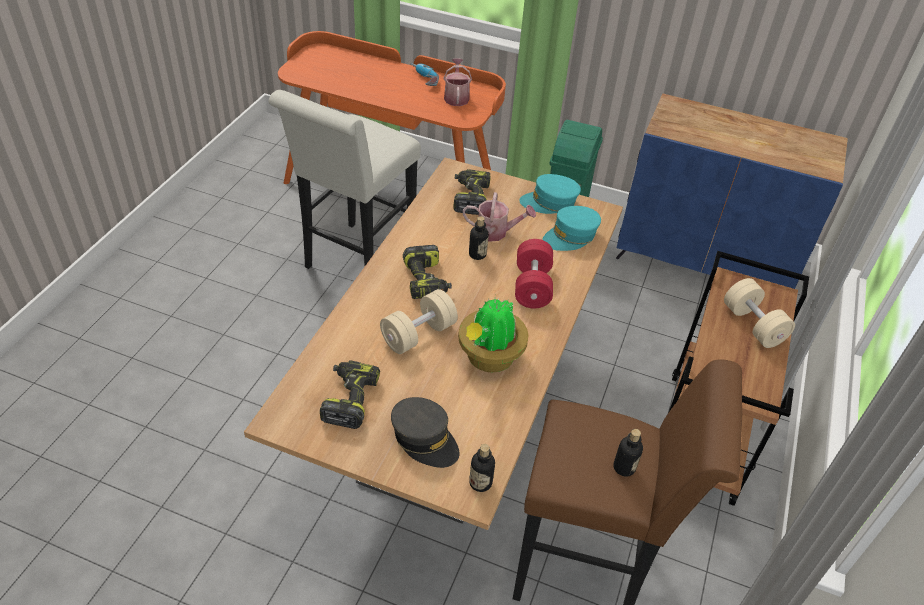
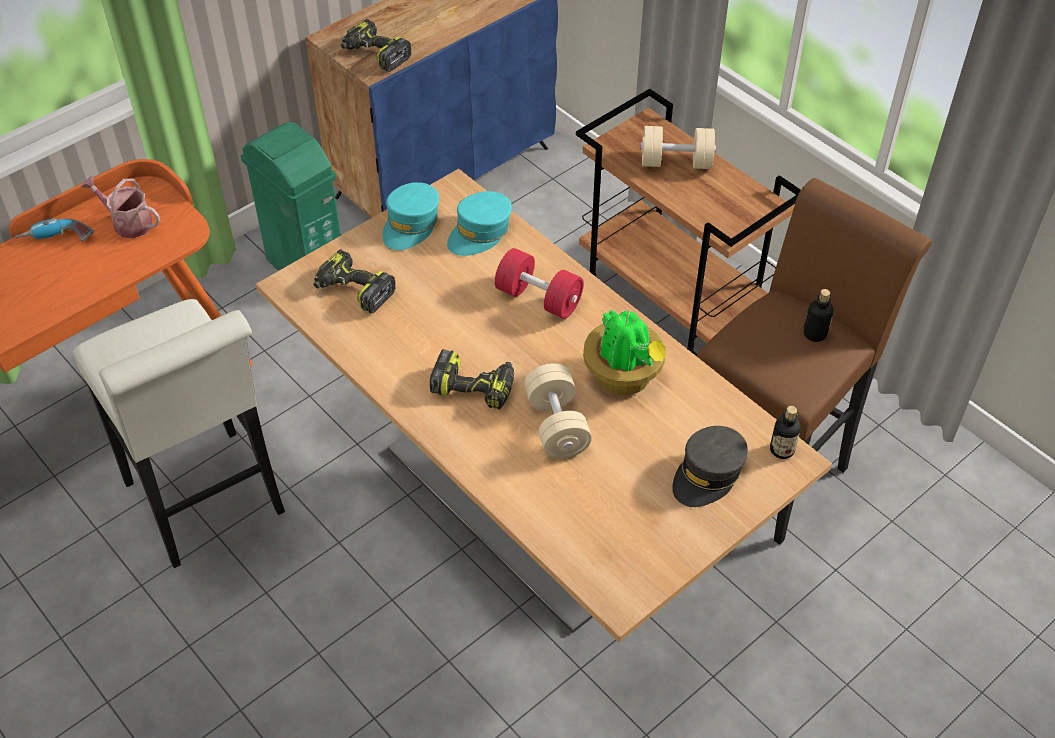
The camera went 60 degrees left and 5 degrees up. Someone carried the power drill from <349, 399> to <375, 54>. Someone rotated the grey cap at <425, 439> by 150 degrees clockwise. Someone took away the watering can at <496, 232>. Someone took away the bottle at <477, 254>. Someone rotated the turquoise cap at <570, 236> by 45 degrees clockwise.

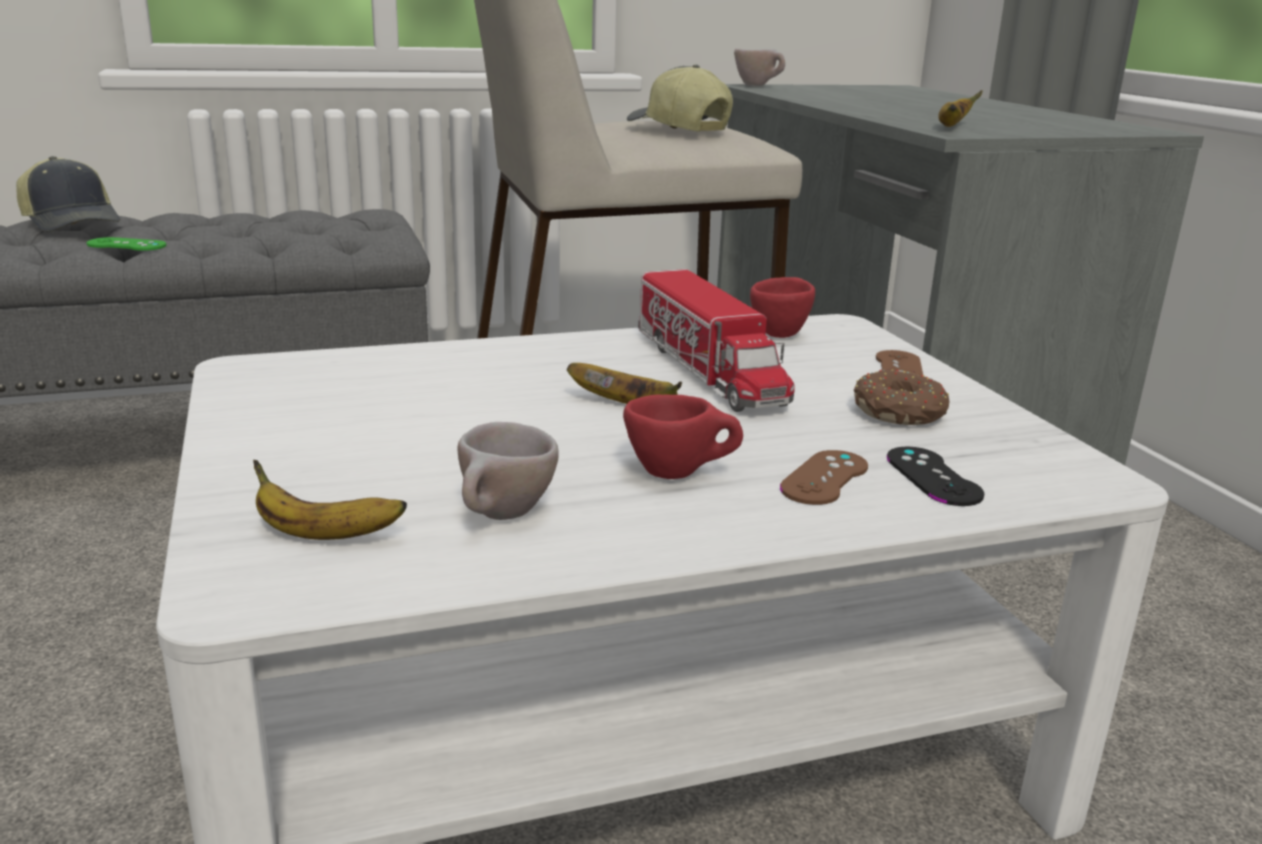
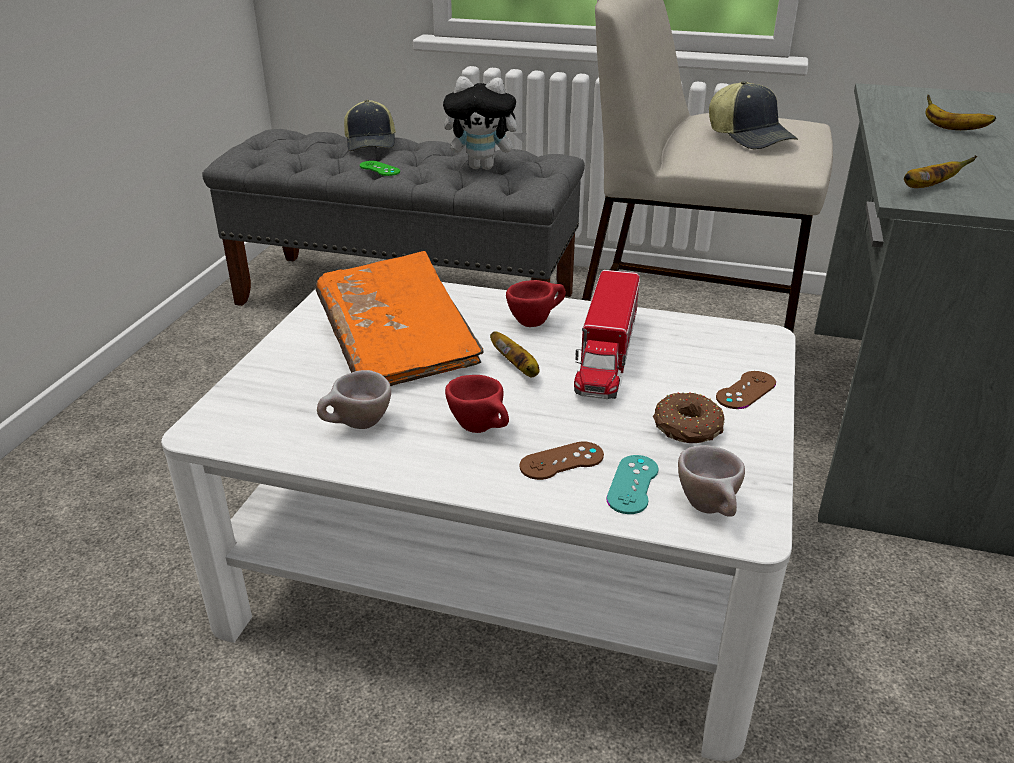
The camera went 35 degrees right and 10 degrees up. Someone carried the banana from <323, 535> to <951, 129>. Someone rotated the cap at <677, 129> by 150 degrees clockwise. Someone carried the beige cup from <759, 86> to <711, 509>. Someone carried the red cup from <781, 332> to <536, 321>. Someone repainted the black game controller at <933, 476>, which became the turquoise game controller at <632, 484>. Someone put down the orange book at <398, 345>. Someone put down the plush toy at <484, 167>.

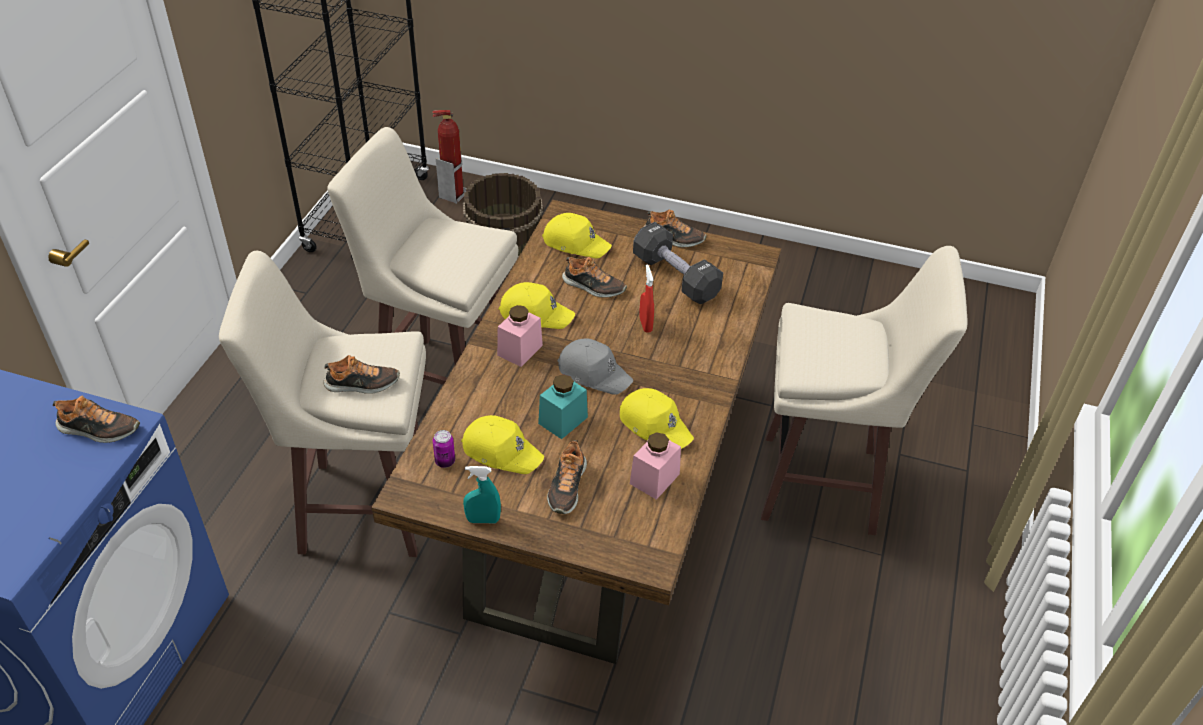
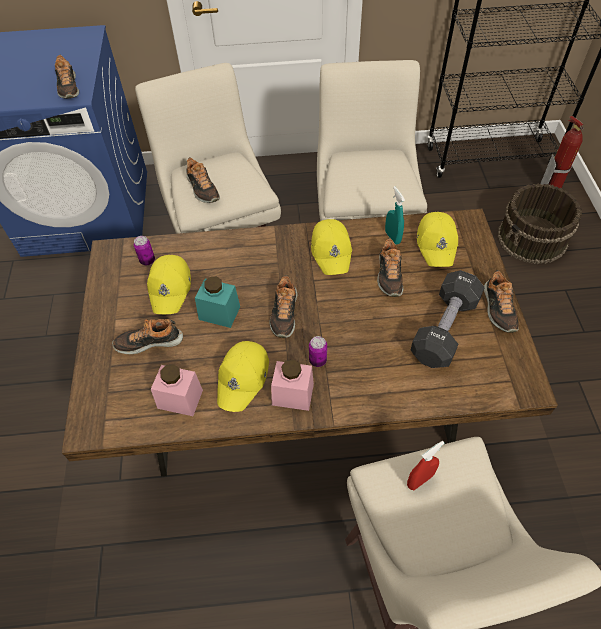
The camera went 70 degrees right and 10 degrees up. Someone carried the turquoise spray bottle from <483, 520> to <392, 237>. Someone carried the pink jar from <520, 350> to <292, 394>. Someone swapped the grey cap at <594, 372> for the shoe at <284, 313>. Someone carried the red spray bottle from <645, 324> to <420, 480>. Someone put down the can at <317, 360>.

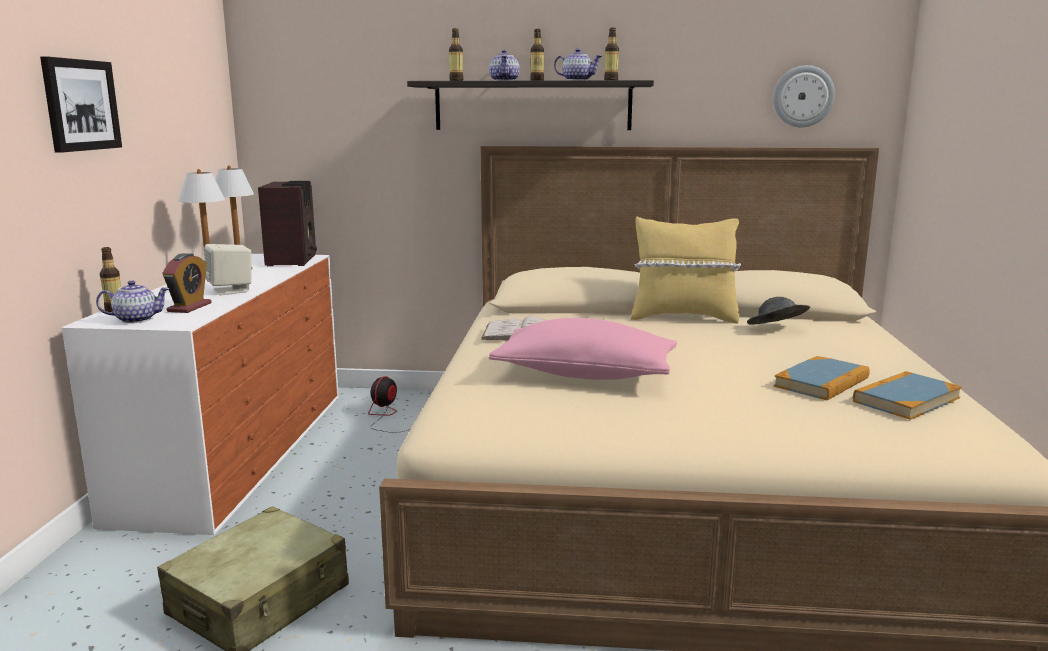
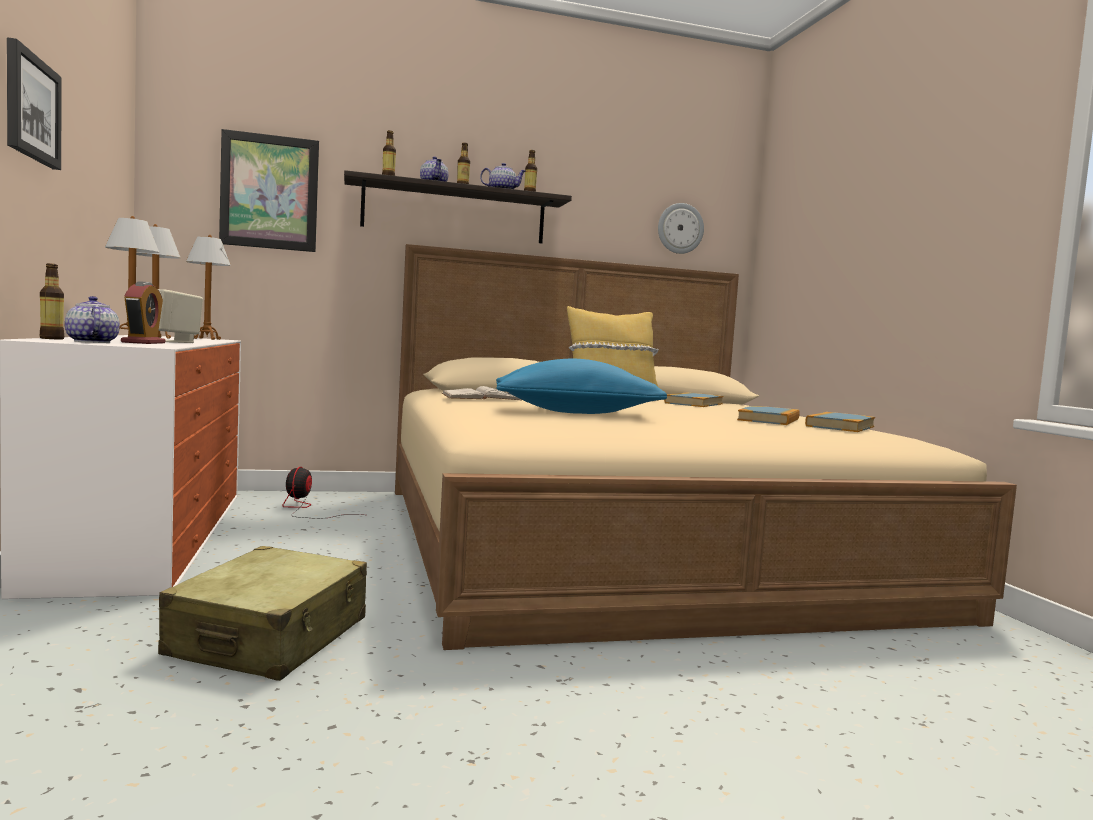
The camera went 20 degrees left and 10 degrees down. Someone rotated the teapot at <136, 319> by 90 degrees counterclockwise. Someone swapped the radio at <293, 260> for the table lamp at <206, 339>. Someone repainted the pink pillow at <585, 375>, which became the blue pillow at <575, 412>. Someone swapped the grey hat at <776, 330> for the book at <693, 403>. Someone put up the picture at <269, 192>.

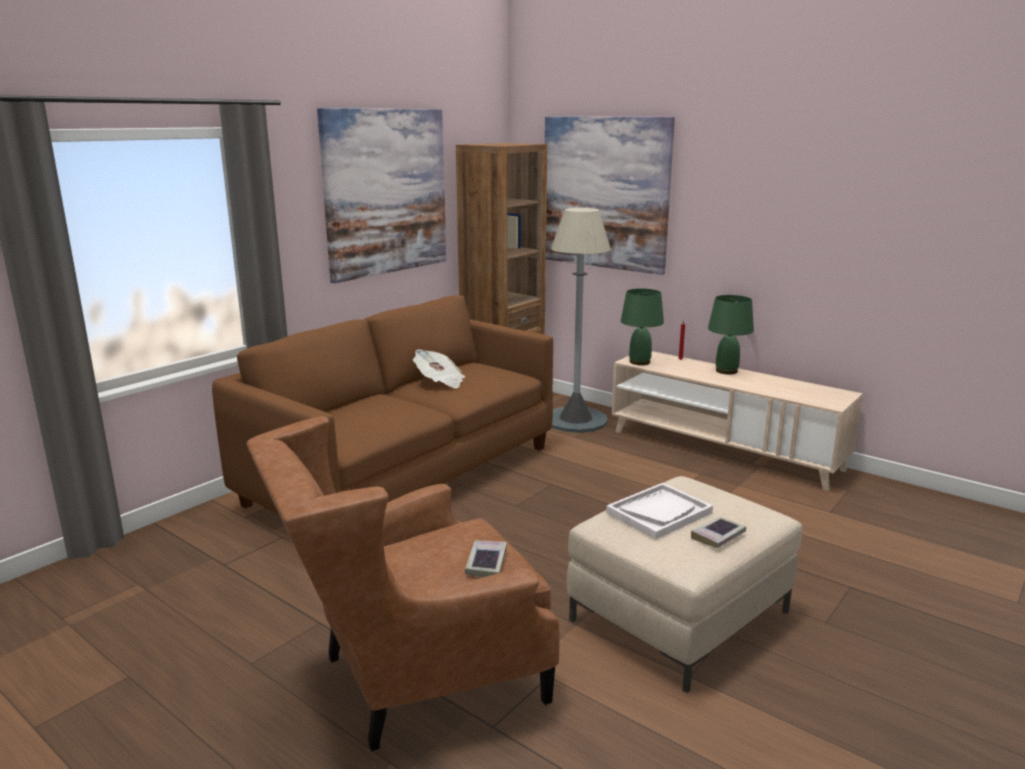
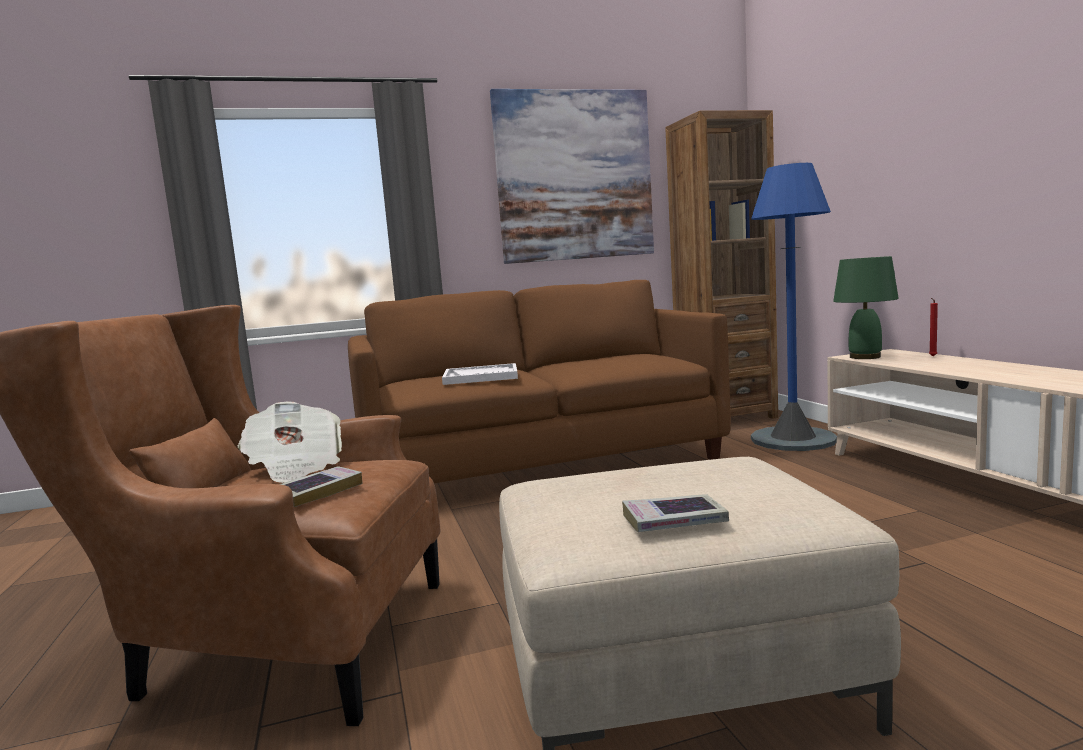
The camera went 35 degrees right and 10 degrees down. Someone carried the newspaper from <440, 382> to <295, 467>. Someone took away the picture at <605, 193>. Someone repainted the grey floor lamp at <575, 420>, which became the blue floor lamp at <793, 439>. Someone carried the white tray from <659, 513> to <481, 377>. Someone took away the green table lamp at <726, 371>.

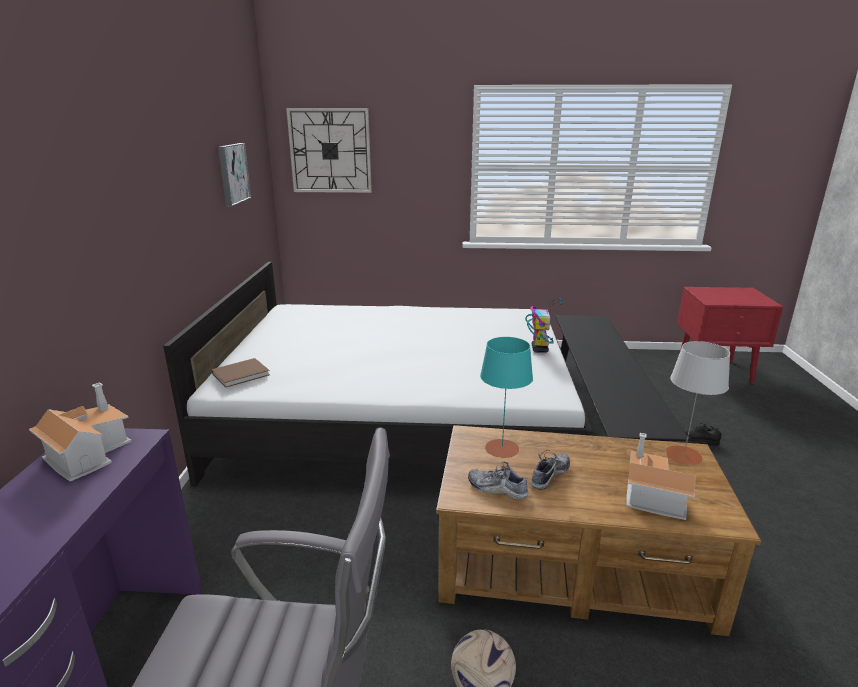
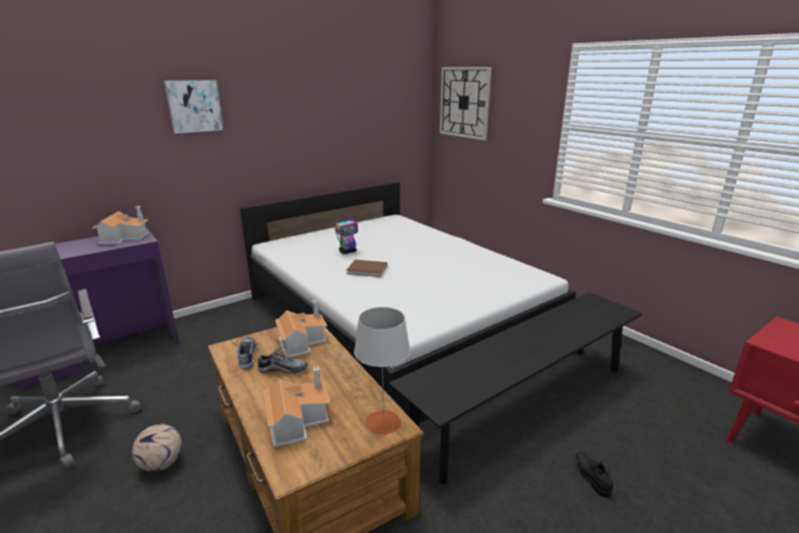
The camera went 50 degrees right and 0 degrees up. Someone carried the brown book from <242, 374> to <368, 270>. Someone carried the picture from <232, 174> to <194, 106>. Someone swapped the turquoise table lamp at <502, 448> for the toy house at <301, 341>. Someone carried the toy robot from <539, 349> to <348, 252>.

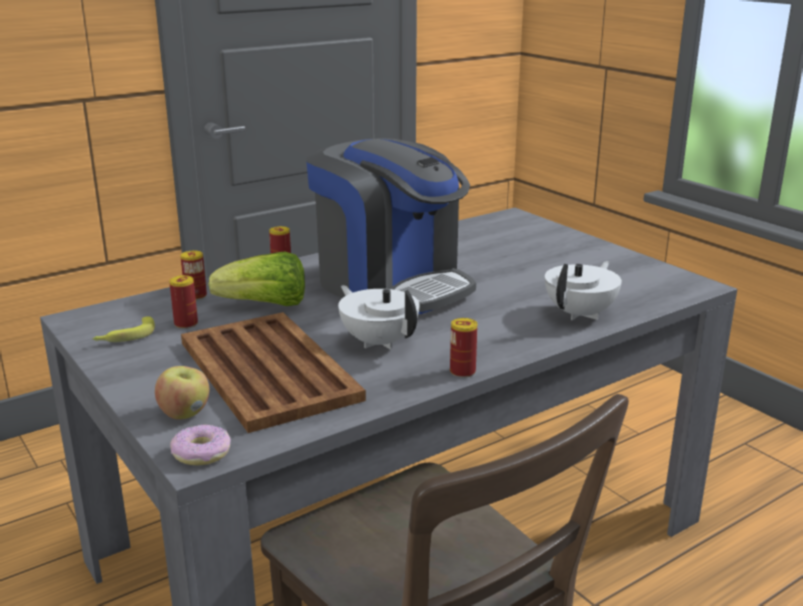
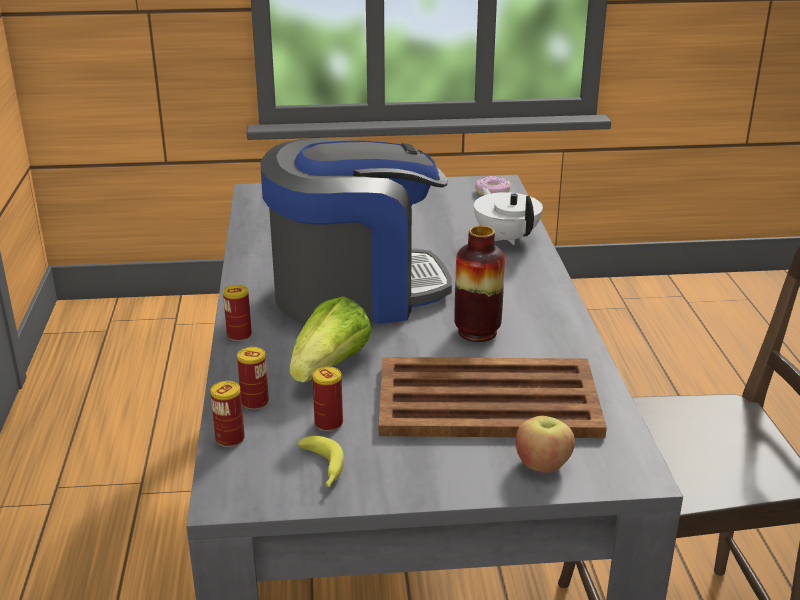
The camera went 60 degrees left and 5 degrees up. Someone carried the donut from <201, 453> to <492, 192>. Someone swapped the white teapot at <379, 341> for the vase at <477, 332>. Someone carried the can from <462, 372> to <230, 439>.

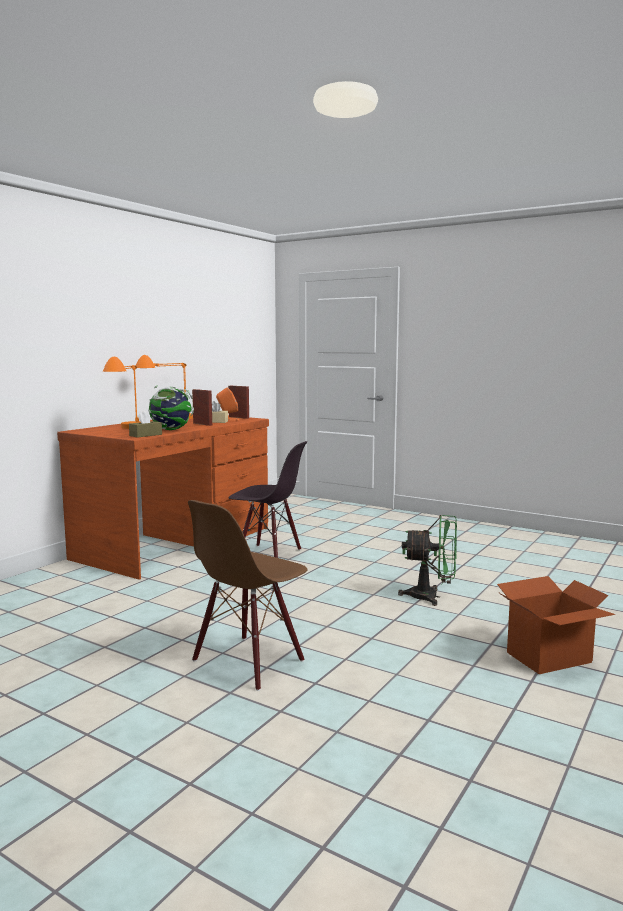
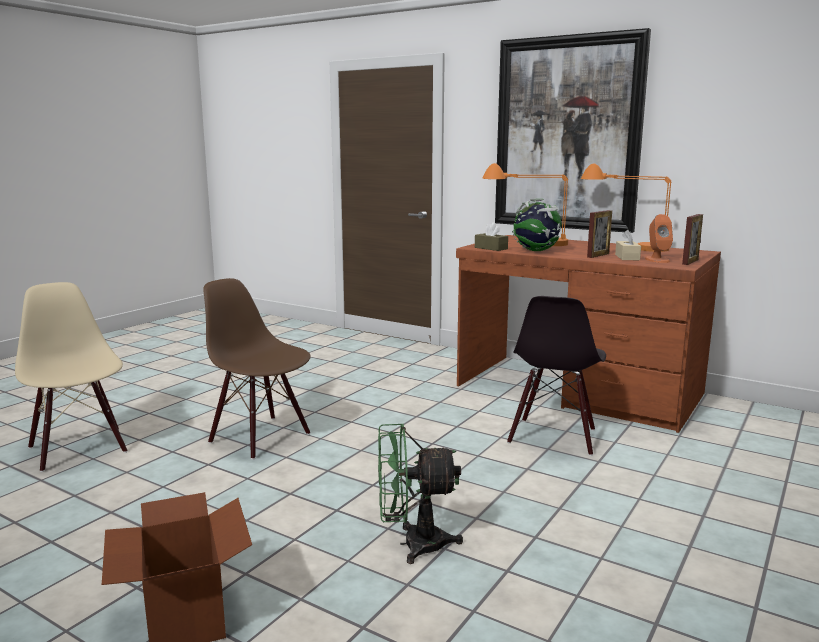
The camera went 90 degrees right and 5 degrees up. Someone rotated the green fan at <431, 597> by 75 degrees clockwise. Someone put down the beige chair at <79, 449>. Someone put up the picture at <567, 134>.

